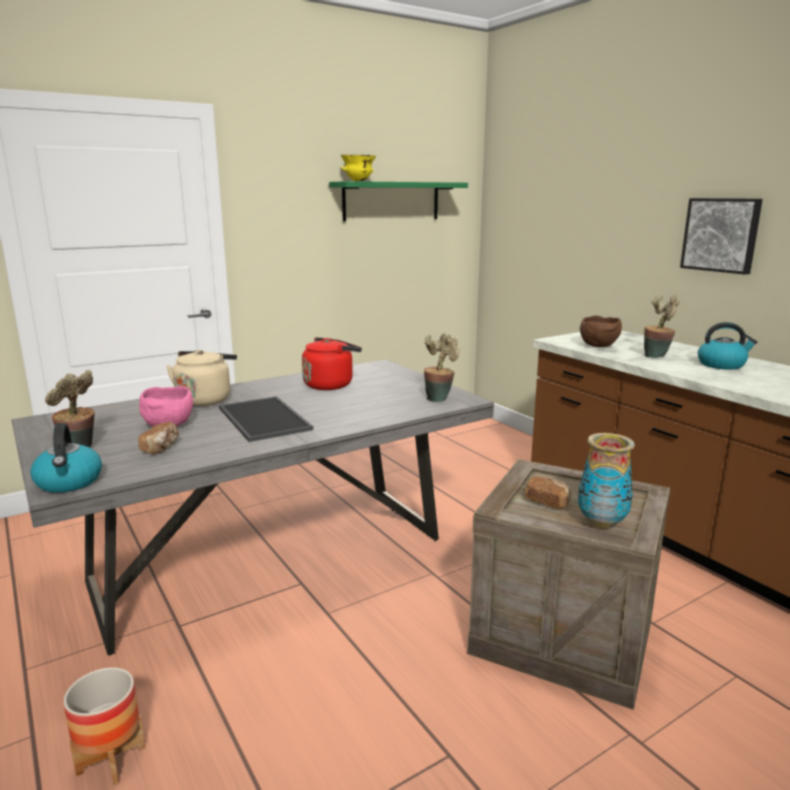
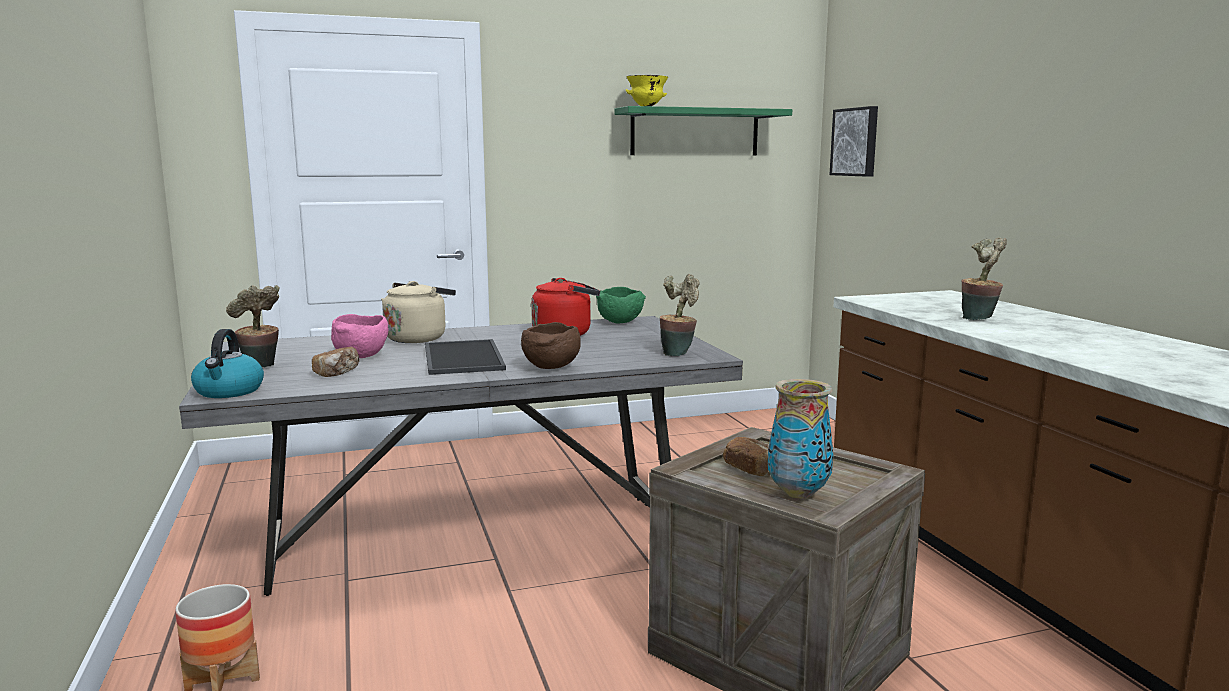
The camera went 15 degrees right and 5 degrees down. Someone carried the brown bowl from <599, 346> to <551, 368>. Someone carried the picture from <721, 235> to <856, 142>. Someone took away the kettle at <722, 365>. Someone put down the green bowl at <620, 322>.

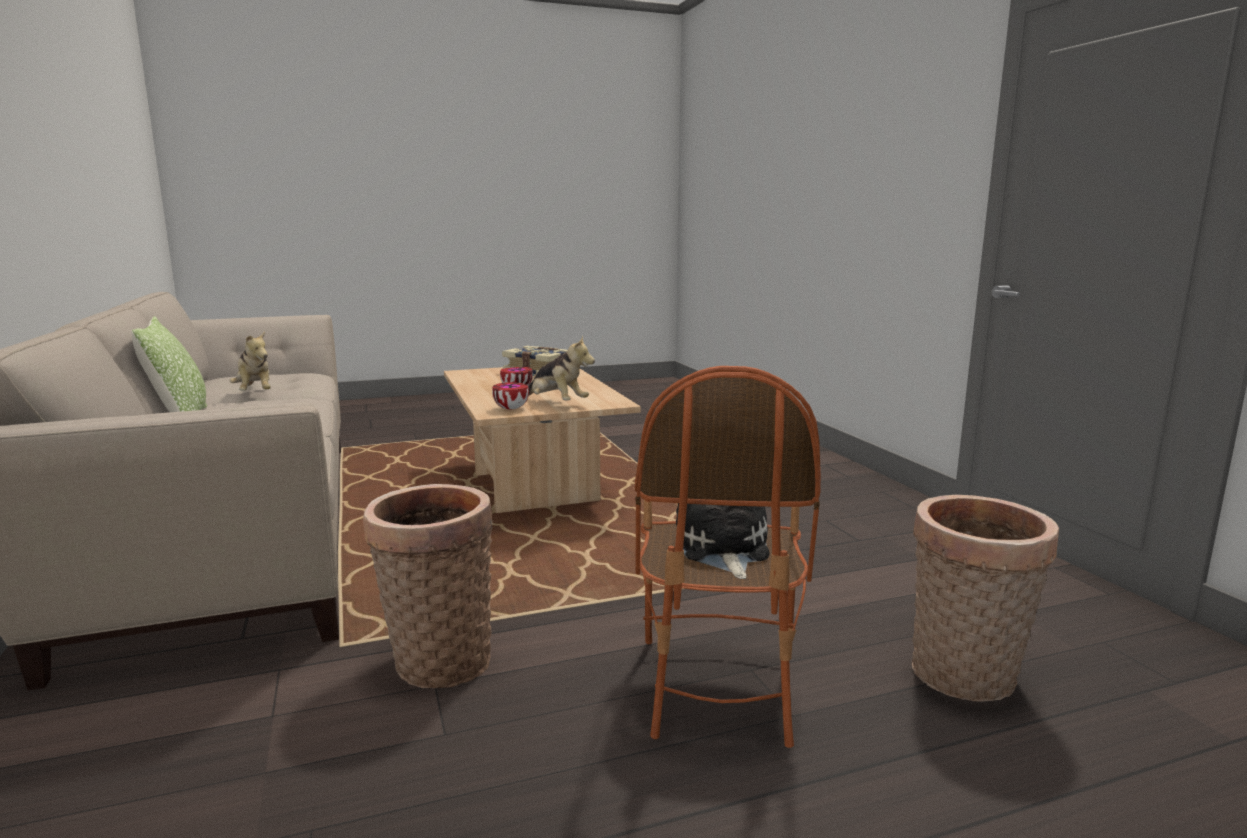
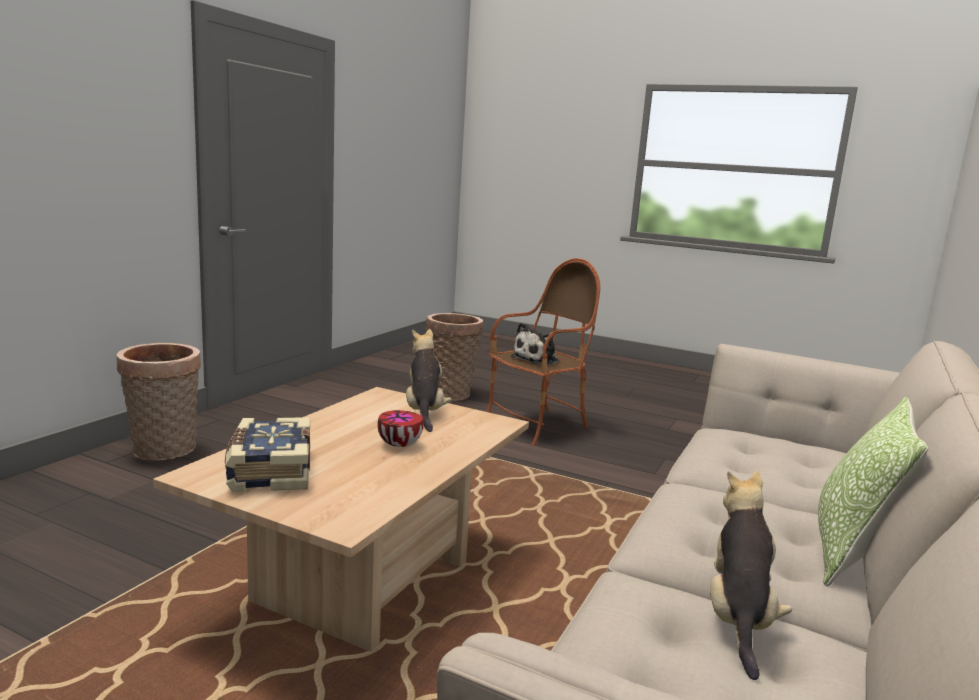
The camera went 135 degrees left and 0 degrees up. Someone carried the basket from <438, 660> to <164, 451>. Someone took away the bowl at <510, 409>.

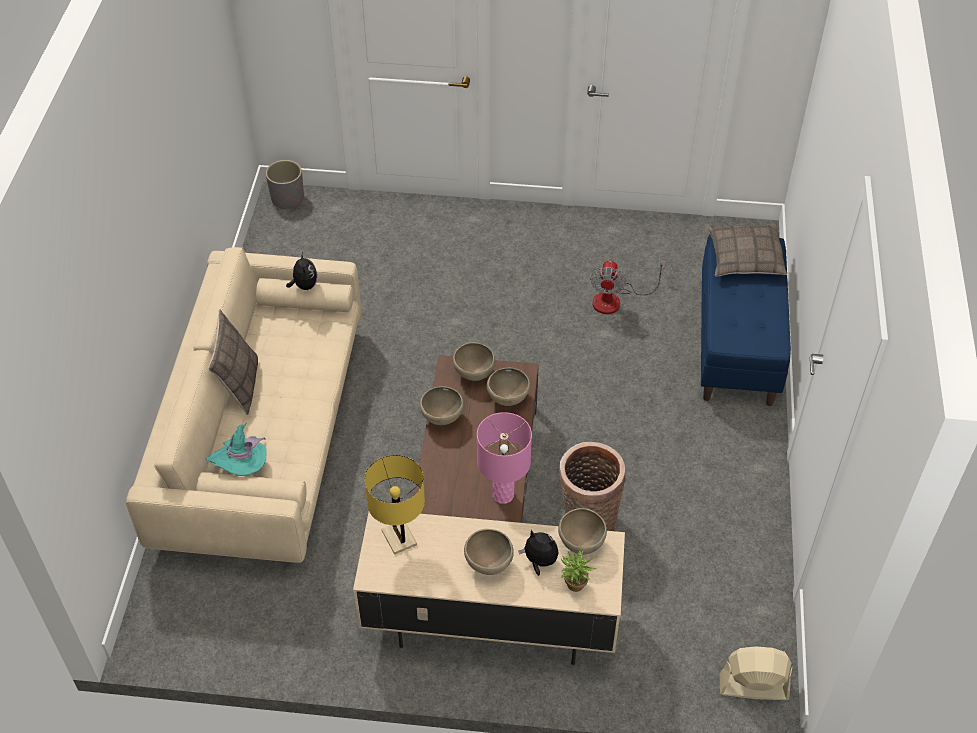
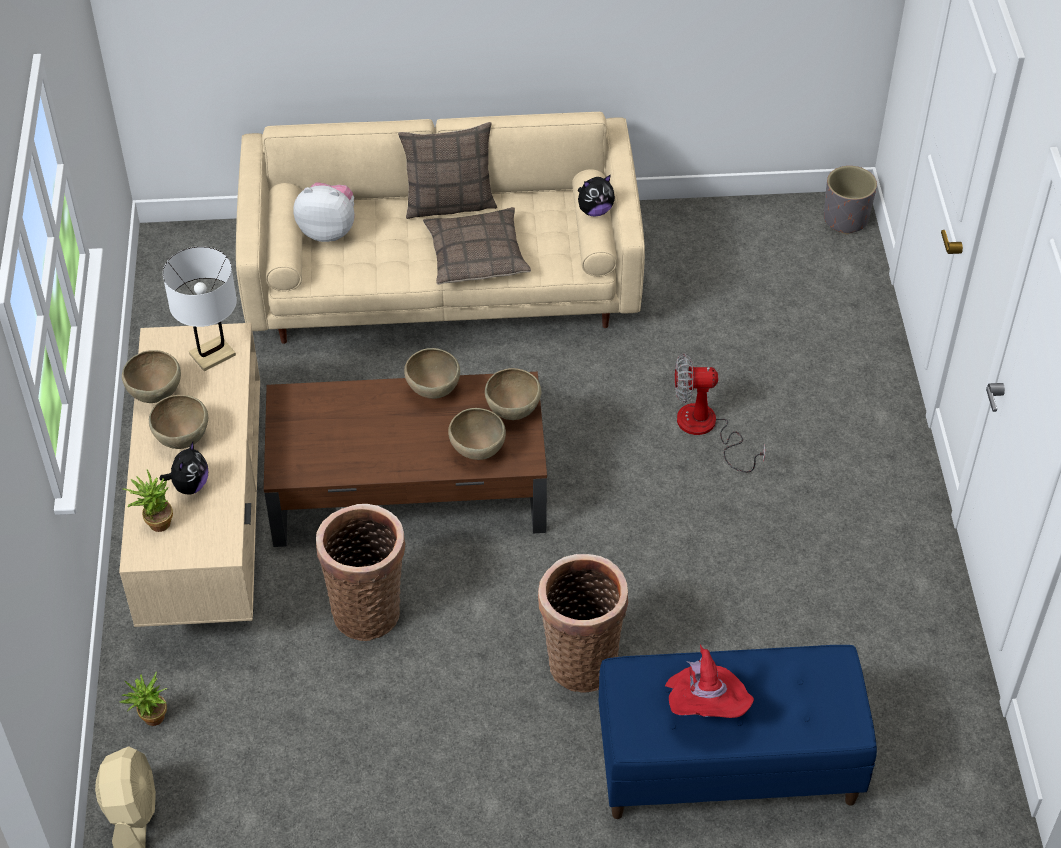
The camera went 80 degrees right and 0 degrees up. Someone swapped the turquoise hat at <243, 468> for the plush toy at <328, 230>. Someone repainted the yellow table lamp at <399, 537>, which became the white table lamp at <212, 354>. Someone took away the pink table lamp at <503, 495>. Someone carried the brown bowl from <580, 543> to <155, 393>. Someone carried the fan from <615, 300> to <706, 429>. Someone carried the pillow from <744, 257> to <476, 255>. Someone put down the potted plant at <151, 720>. Someone put down the basket at <580, 659>. Someone put down the red hat at <705, 708>.

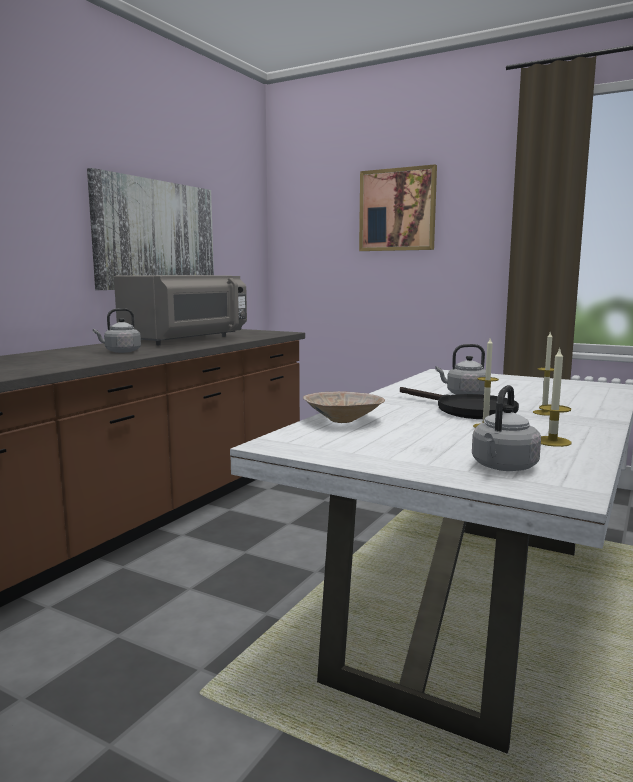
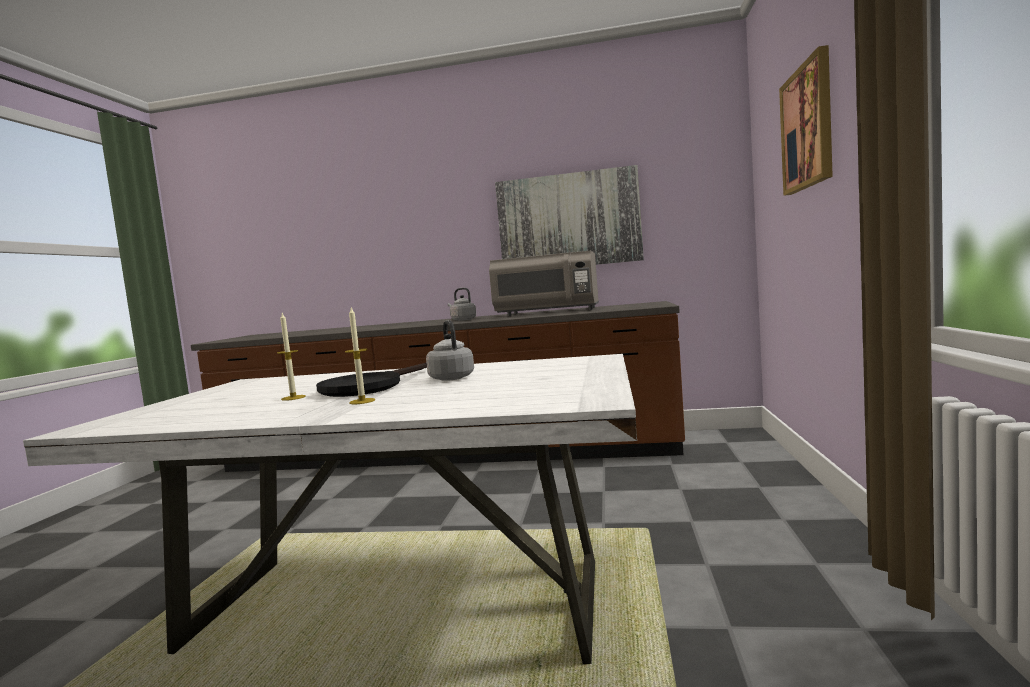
The camera went 70 degrees right and 5 degrees down. Someone took away the beige bowl at <344, 420>. Someone took away the grey kettle at <503, 467>. Someone took away the candle at <552, 441>.

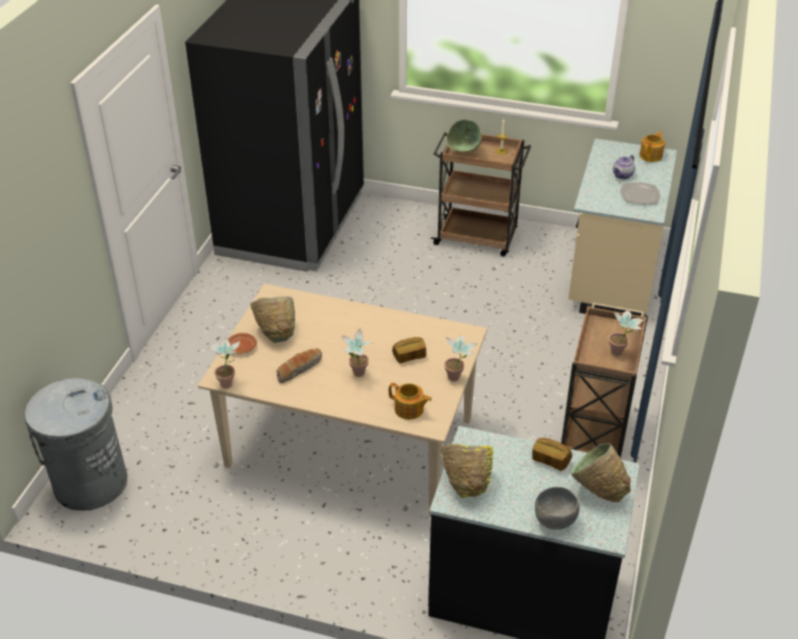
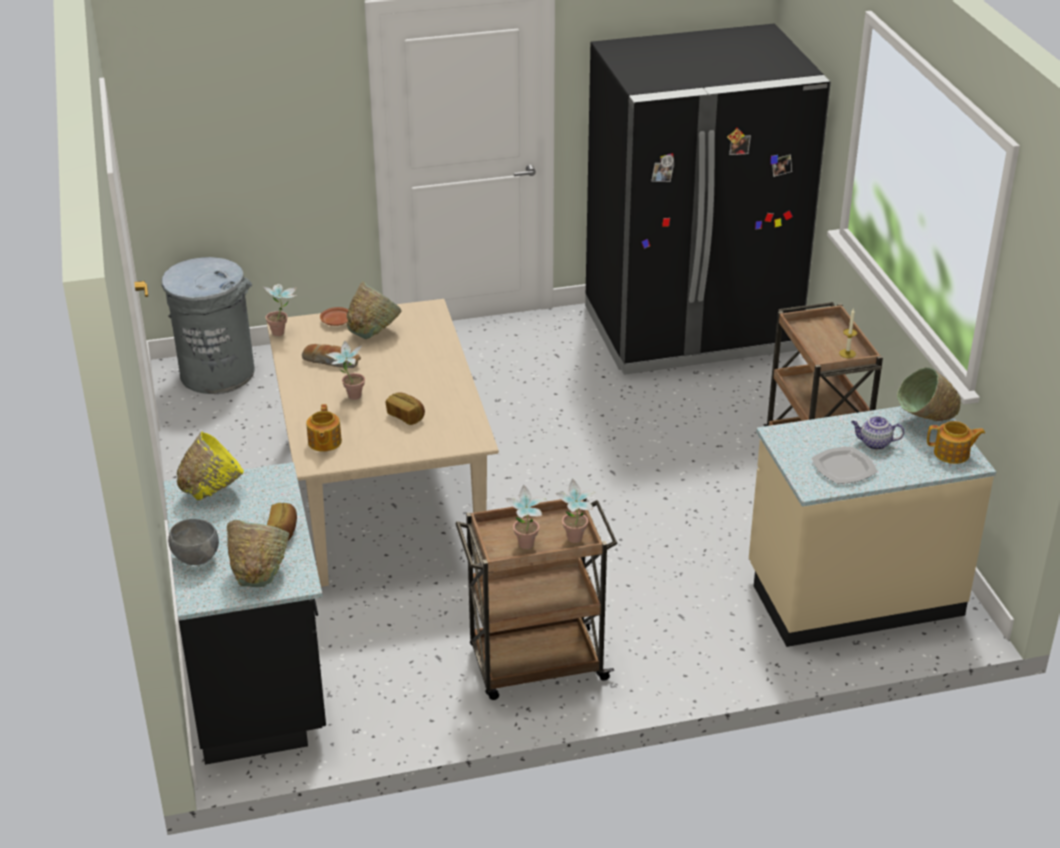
The camera went 60 degrees right and 5 degrees down. Someone carried the potted plant from <458, 378> to <575, 542>. Someone carried the green bowl from <465, 154> to <925, 422>.

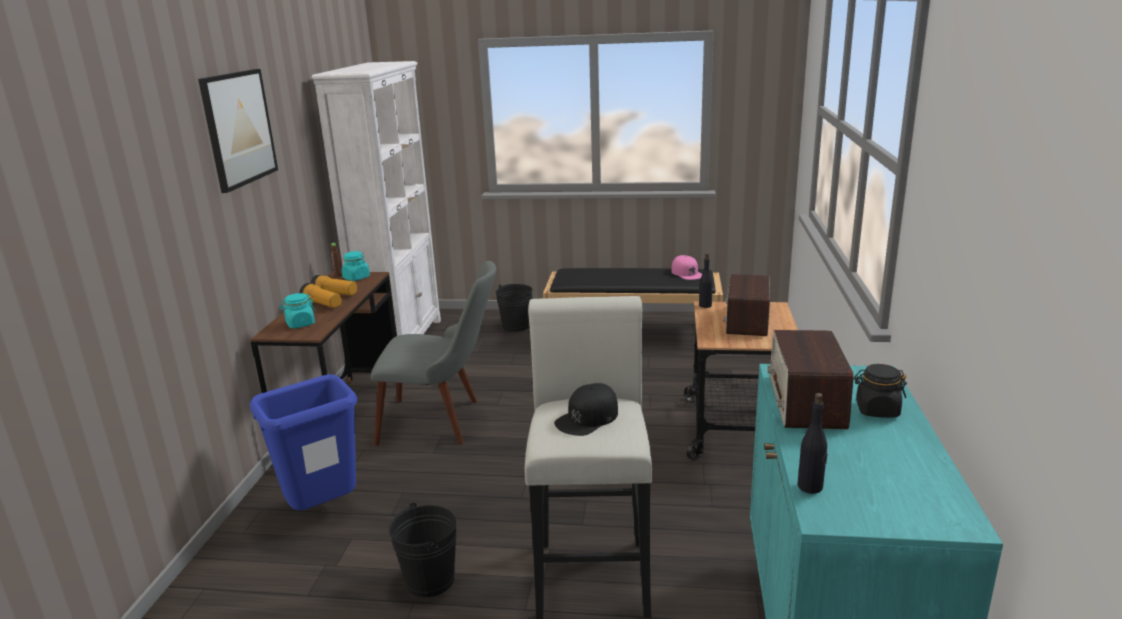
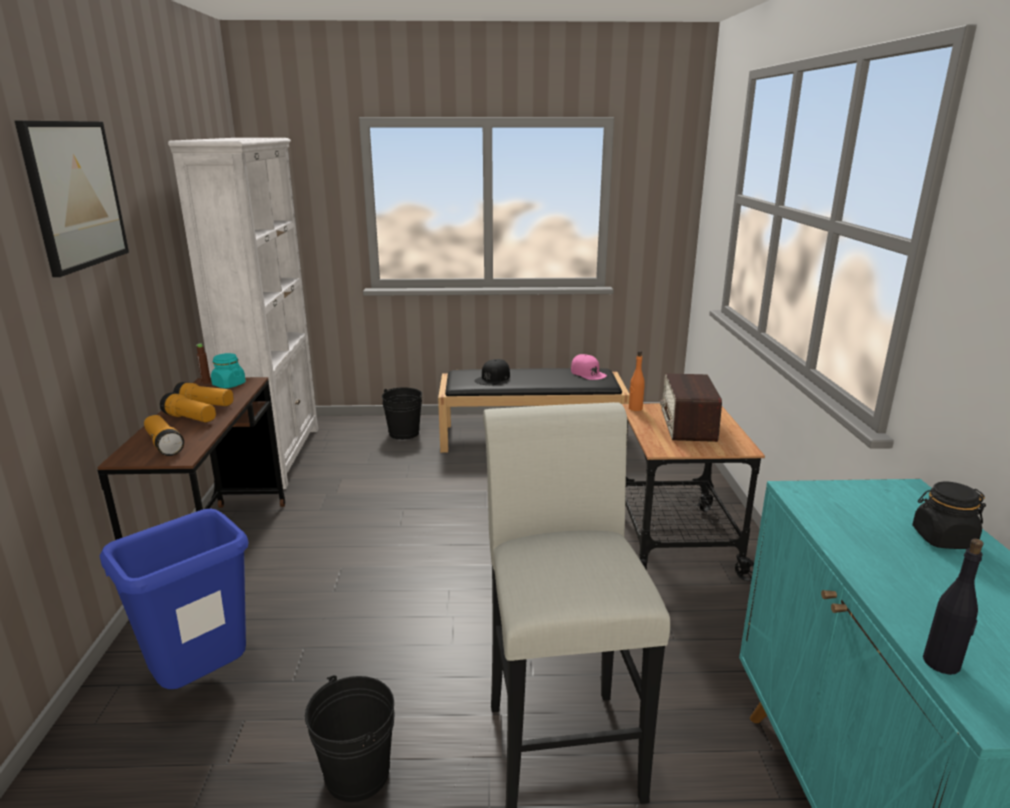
The camera went 10 degrees left and 0 degrees up. Someone swapped the turquoise jar at <300, 324> for the flashlight at <164, 444>. Someone took away the grey chair at <443, 421>. Someone carried the black cap from <587, 418> to <493, 378>. Someone repainted the black bottle at <705, 305>, which became the orange bottle at <635, 408>. Someone took away the radio at <806, 402>.

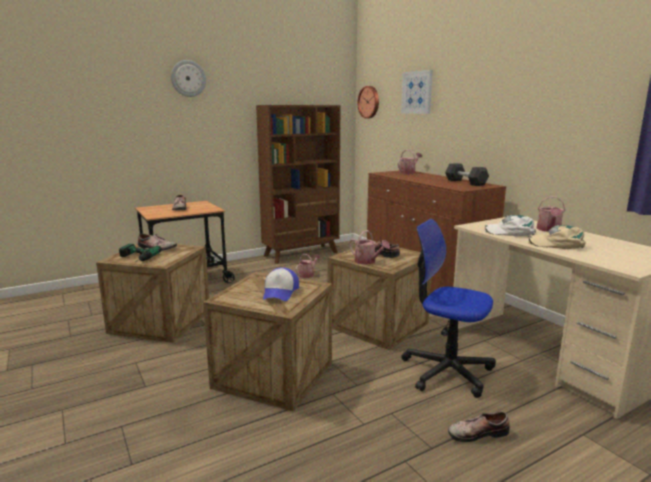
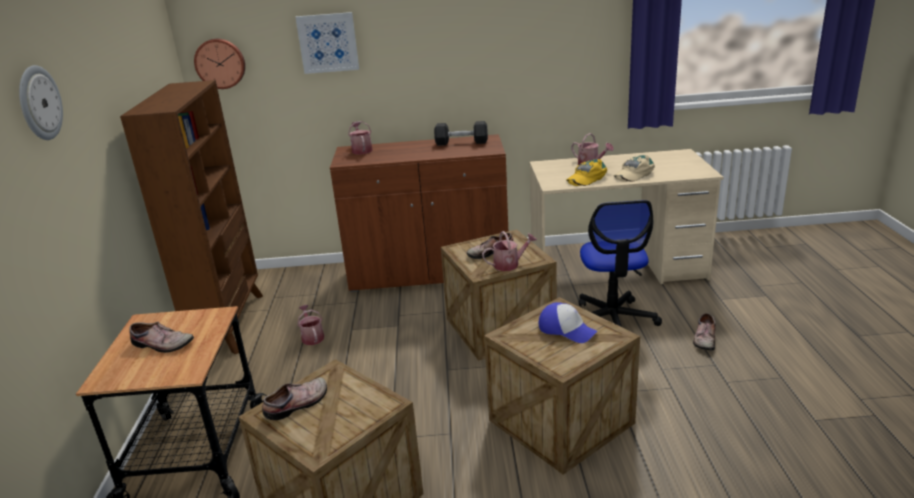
The camera went 60 degrees left and 10 degrees up. Someone took away the power drill at <135, 258>. Someone rotated the office chair at <447, 371> by 60 degrees counterclockwise. Someone repainted the white cap at <510, 232>, which became the yellow cap at <586, 178>.

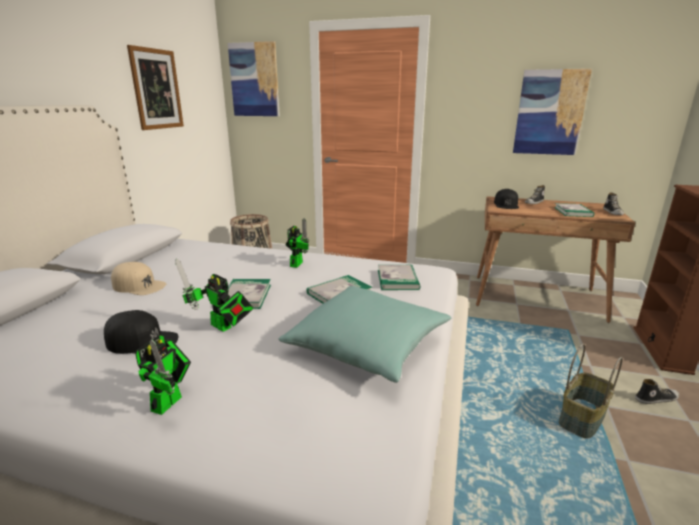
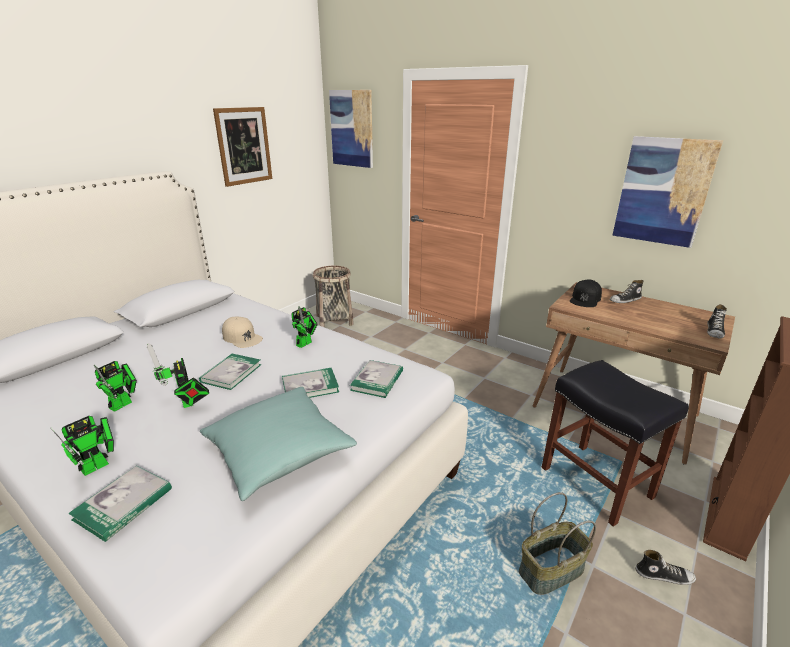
The camera went 20 degrees right and 5 degrees up. Someone swapped the black cap at <142, 341> for the toy robot at <124, 403>. Someone carried the beige cap from <139, 285> to <242, 337>. Someone carried the book from <573, 212> to <123, 504>. Someone put down the black stool at <594, 482>.

